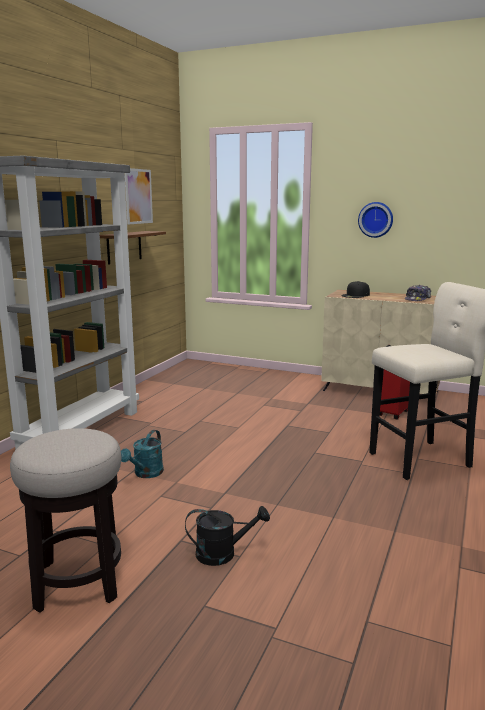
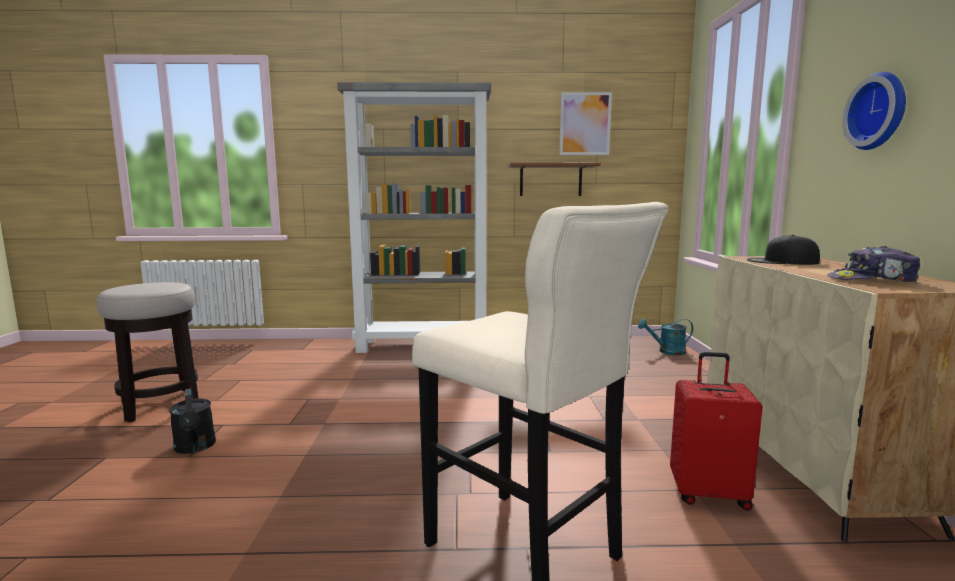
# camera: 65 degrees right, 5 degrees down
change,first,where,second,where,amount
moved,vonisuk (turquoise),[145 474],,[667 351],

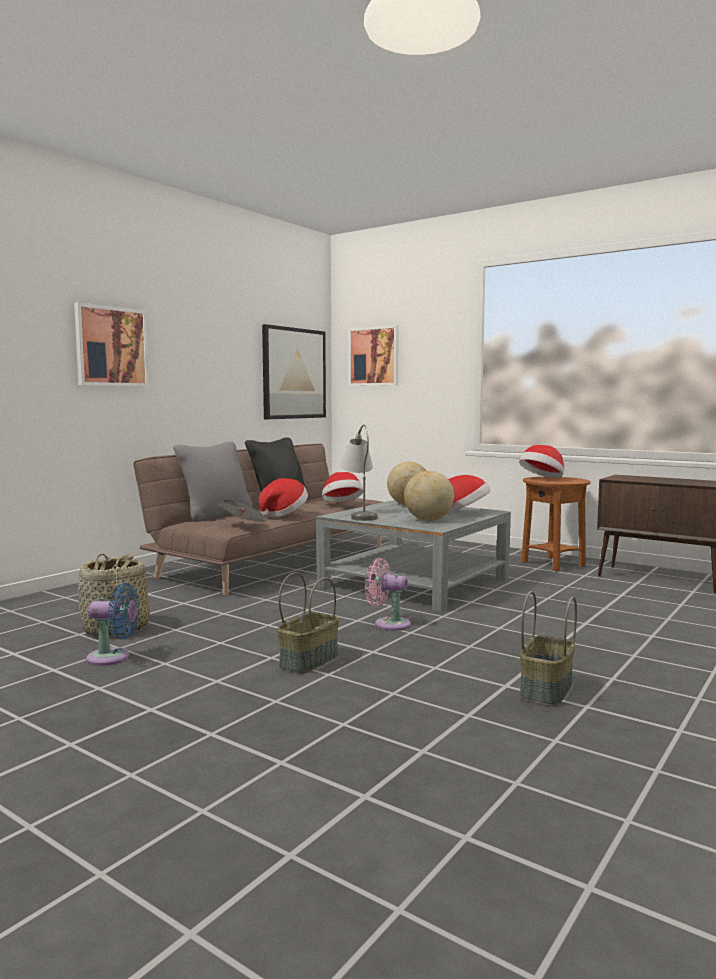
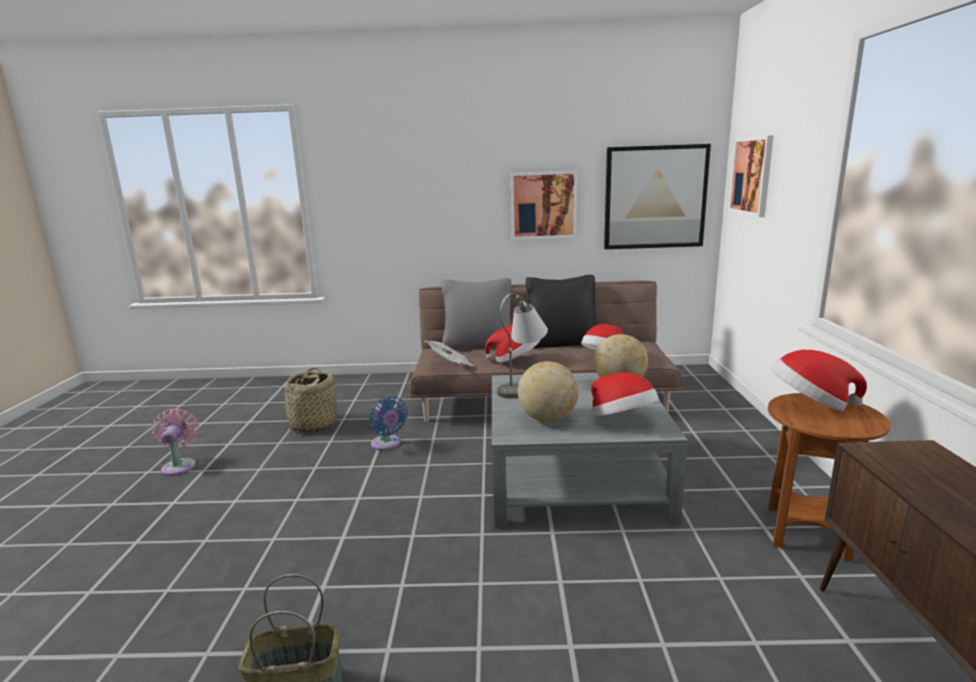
# camera: 55 degrees right, 10 degrees up
change,first,where,second,where,amount
removed,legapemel,[308 660],,,
moved,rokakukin,[111 346],,[543 205],
moved,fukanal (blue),[113 658],,[387 444],
moved,fukanal (pink),[388 624],,[180 465],

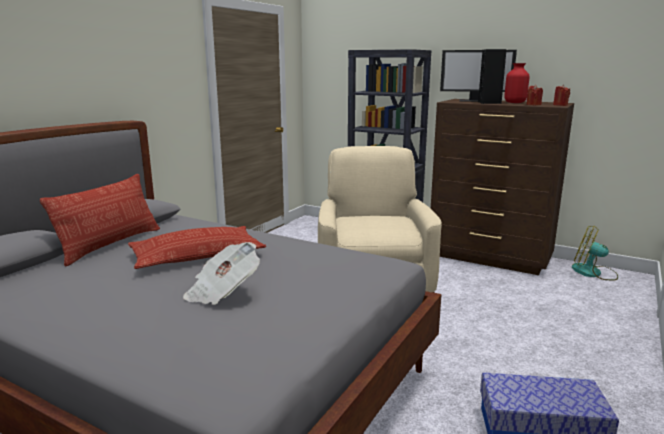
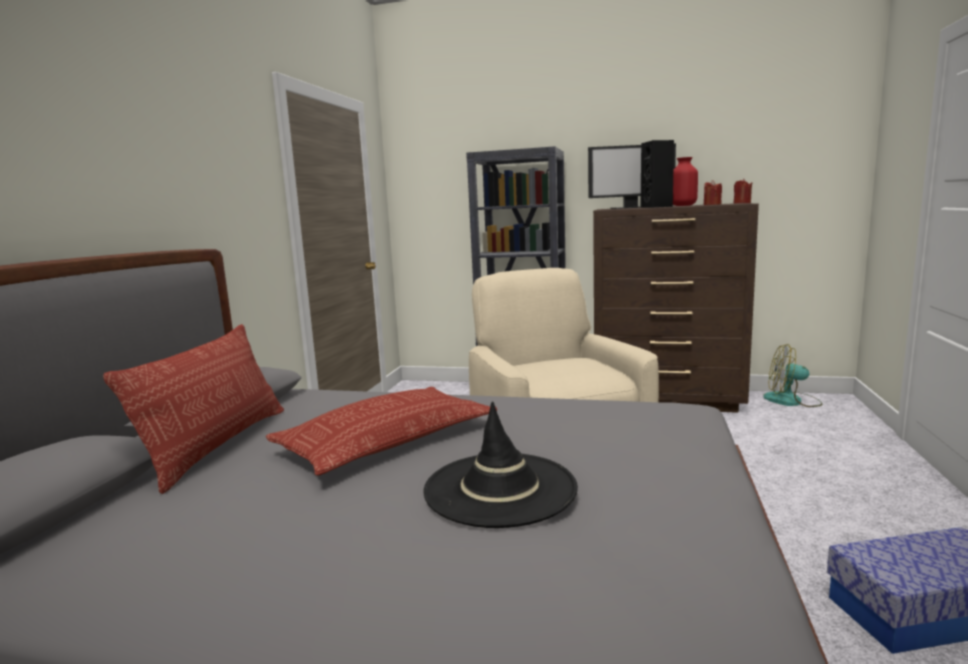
# camera: 15 degrees left, 5 degrees down
change,first,where,second,where,amount
replaced,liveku,[222 292],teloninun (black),[500 489],

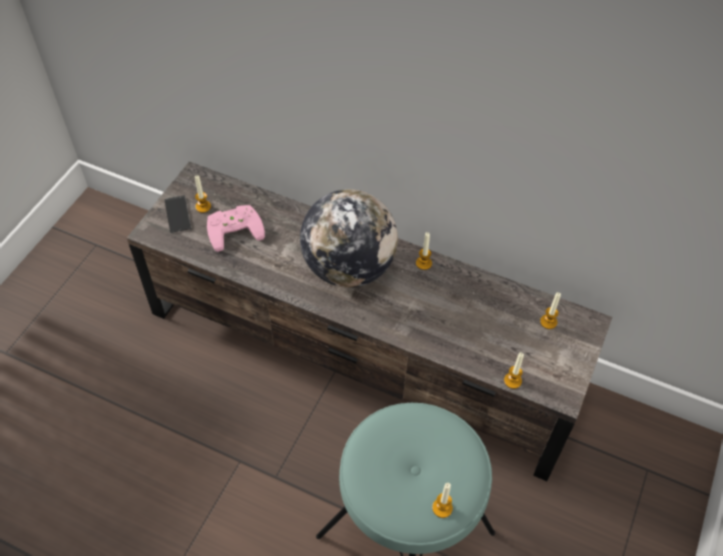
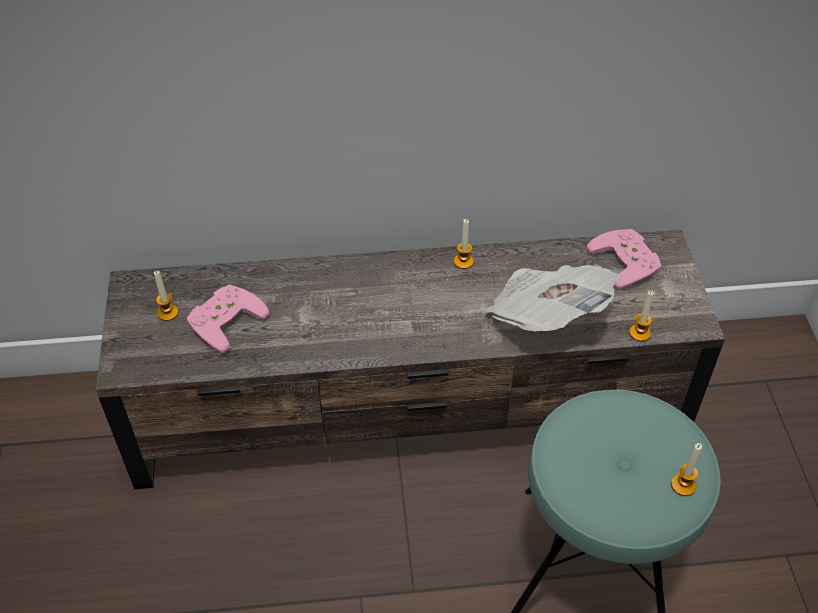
# camera: 30 degrees left, 5 degrees down
change,first,where,second,where,amount
removed,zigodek,[177 214],,,
removed,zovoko,[348 267],,,
added,,,liveku,[546 315],
replaced,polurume,[548 322],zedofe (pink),[628 261],

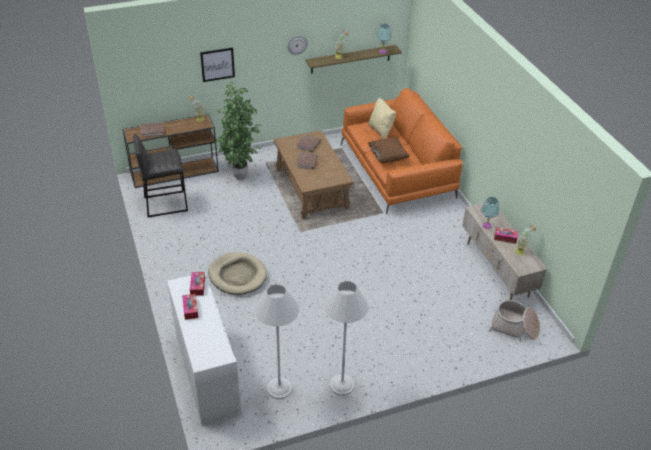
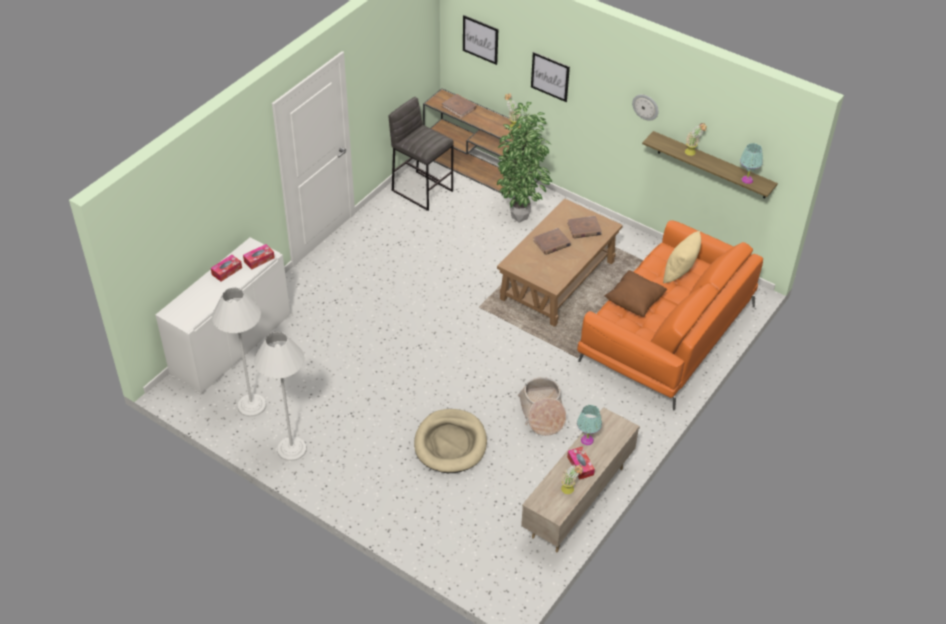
# camera: 55 degrees right, 5 degrees up
change,first,where,second,where,amount
added,,,rokakukin,[480 39],
moved,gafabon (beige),[237 275],,[450 443],
moved,legapemel,[514 327],,[542 413],

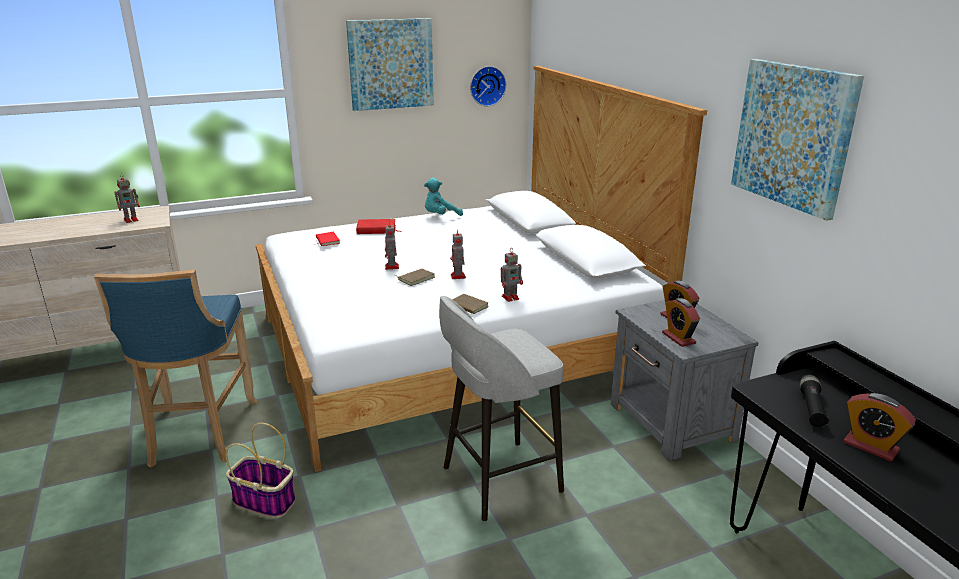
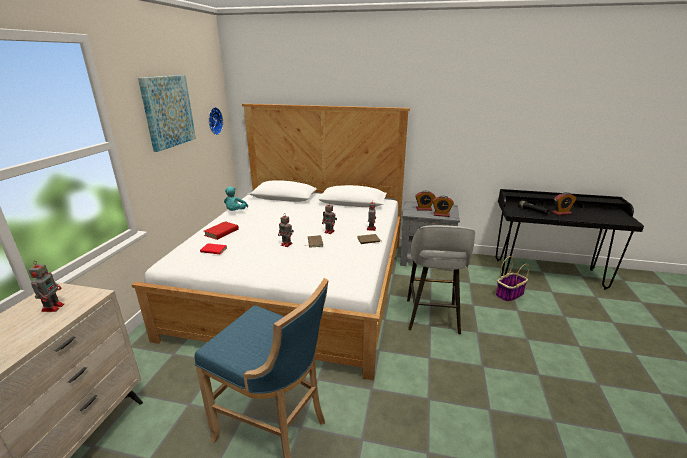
# camera: 55 degrees left, 0 degrees up
change,first,where,second,where,amount
removed,rokakukin,[793 136],,,
moved,legapemel,[265 501],,[509 294],

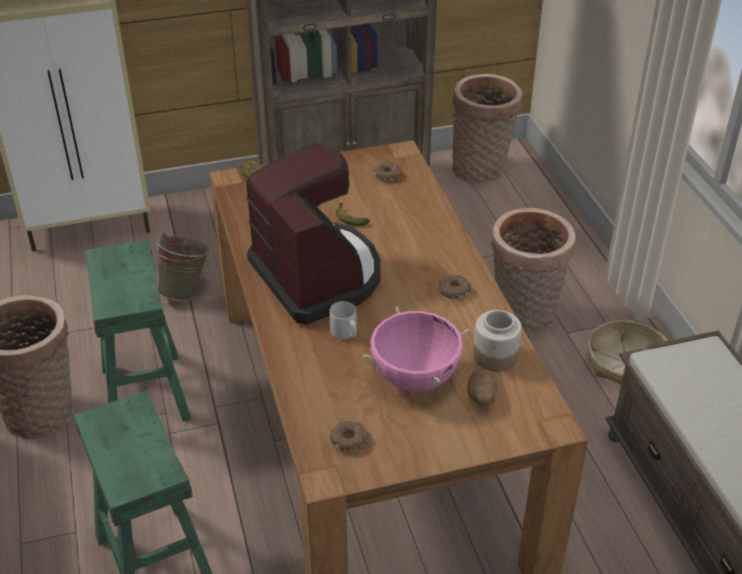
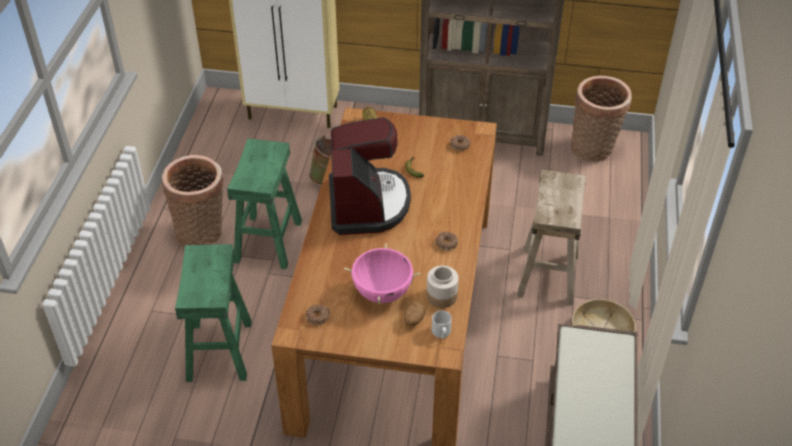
# camera: 25 degrees right, 5 degrees up
change,first,where,second,where,amount
moved,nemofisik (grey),[345 333],,[441 333],
replaced,legapemel,[523 317],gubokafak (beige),[548 274],

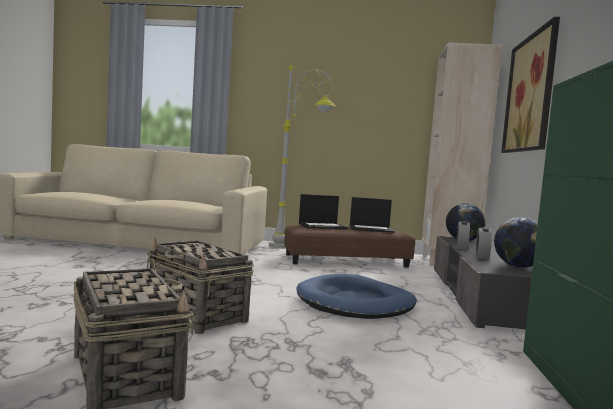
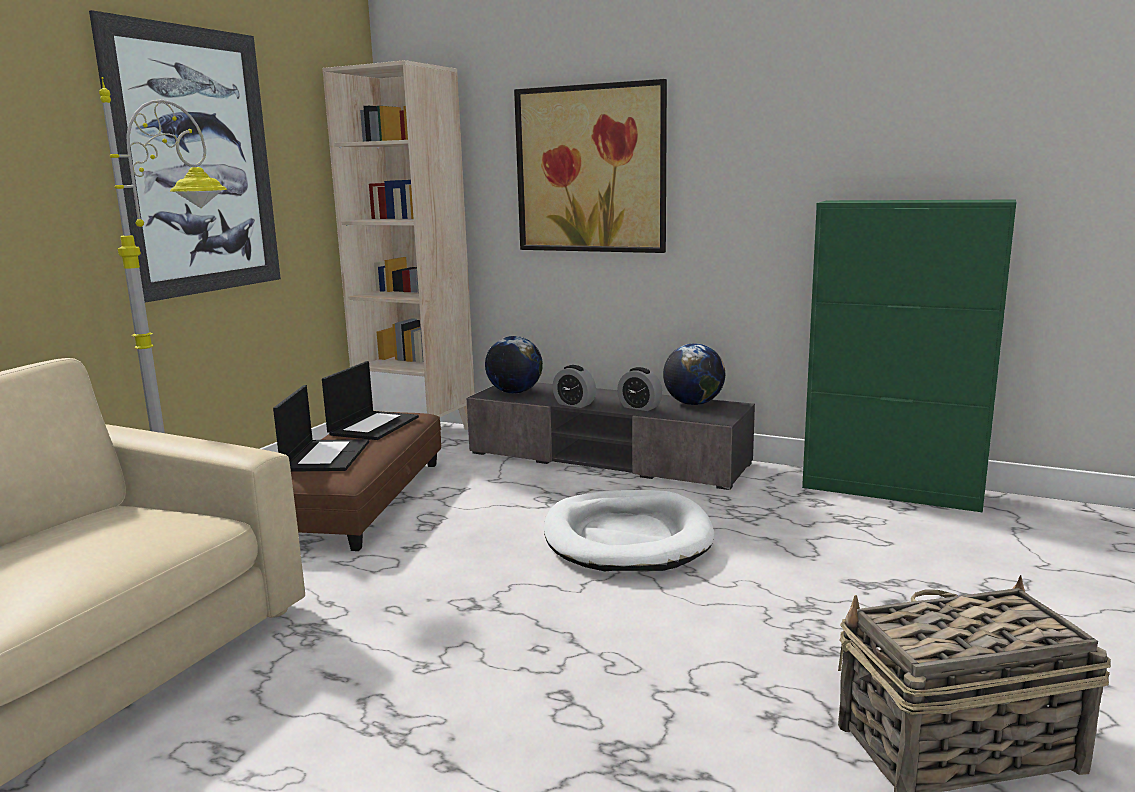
# camera: 70 degrees left, 10 degrees up
change,first,where,second,where,amount
removed,legapemel,[197 314],,,
added,,,rokakukin,[196 162],
recoloured,gafabon (blue),[356 303],gafabon (white),[627 538],

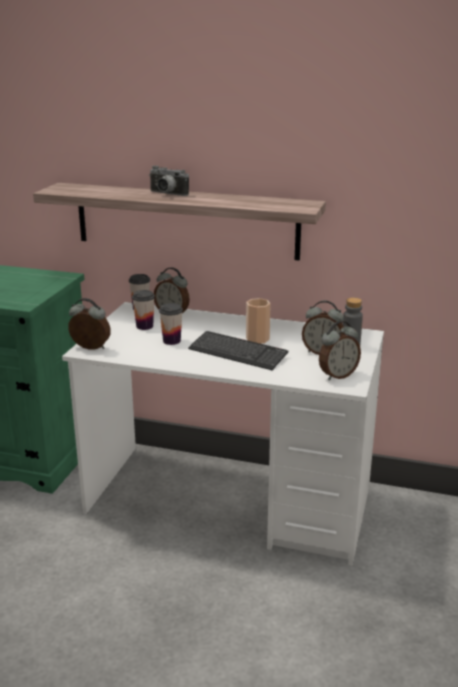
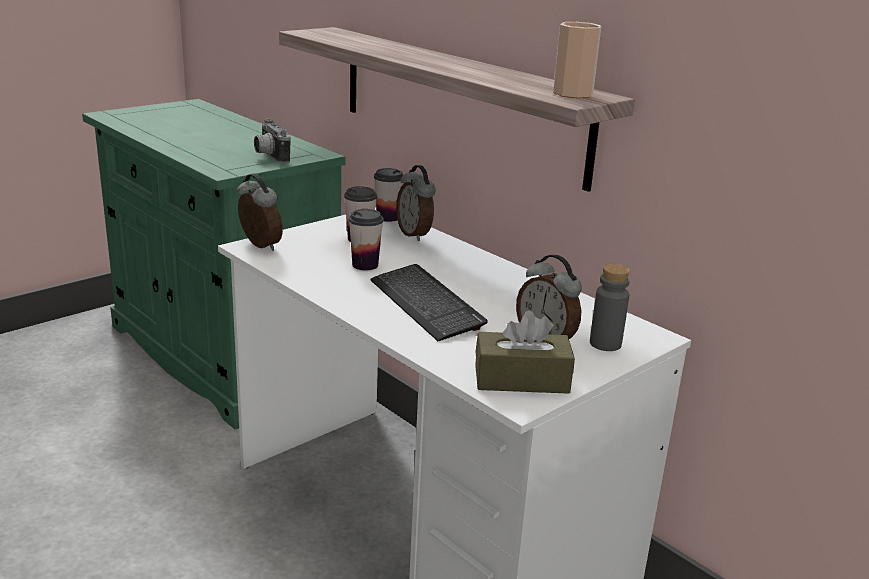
# camera: 30 degrees right, 0 degrees up
change,first,where,second,where,amount
moved,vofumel,[166 194],,[269 156],
moved,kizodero,[257 339],,[573 94],
replaced,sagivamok,[337 375],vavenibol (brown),[521 379],

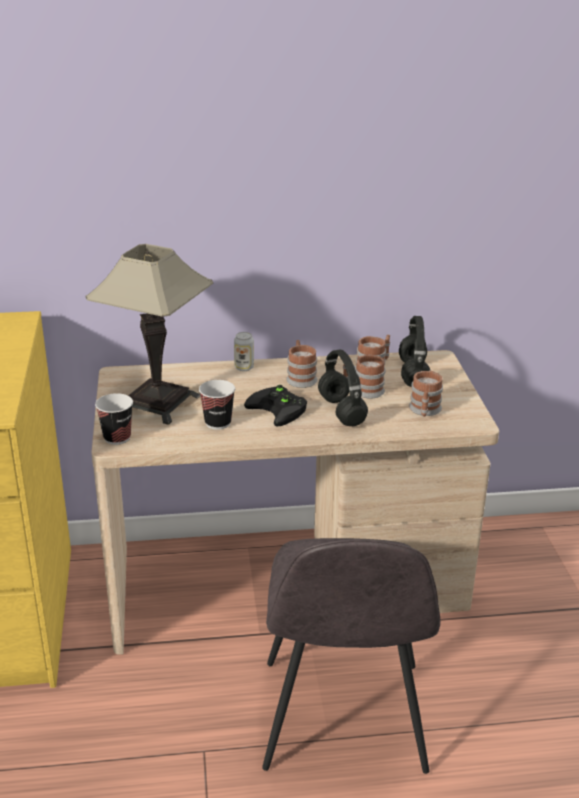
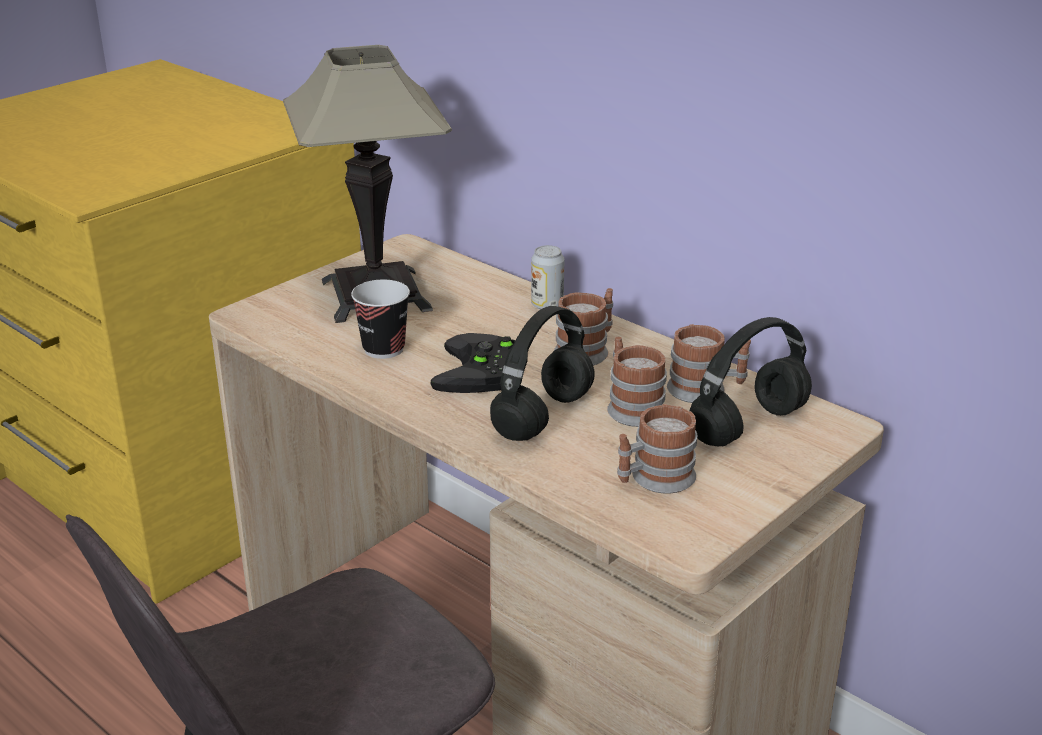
# camera: 50 degrees right, 0 degrees up
change,first,where,second,where,amount
removed,kizodero,[117 438],,,

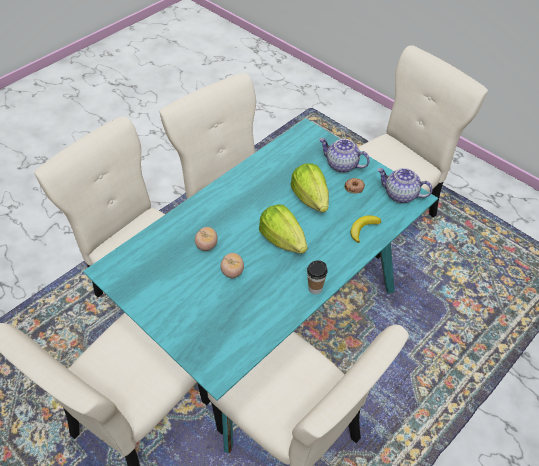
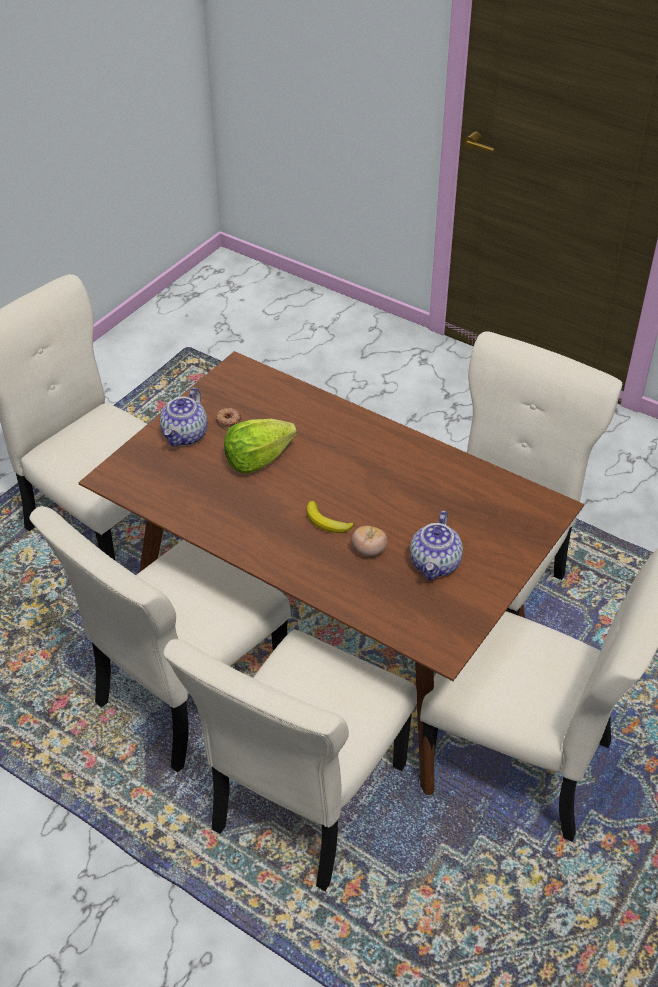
# camera: 100 degrees left, 5 degrees down
change,first,where,second,where,amount
removed,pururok,[232 272],,,
removed,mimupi,[283 240],,,
removed,kizodero,[315 288],,,
moved,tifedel,[363 229],,[326 522],
moved,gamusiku,[400 195],,[435 564],
recoloured,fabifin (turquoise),[269 325],fabifin (brown),[331 638],

